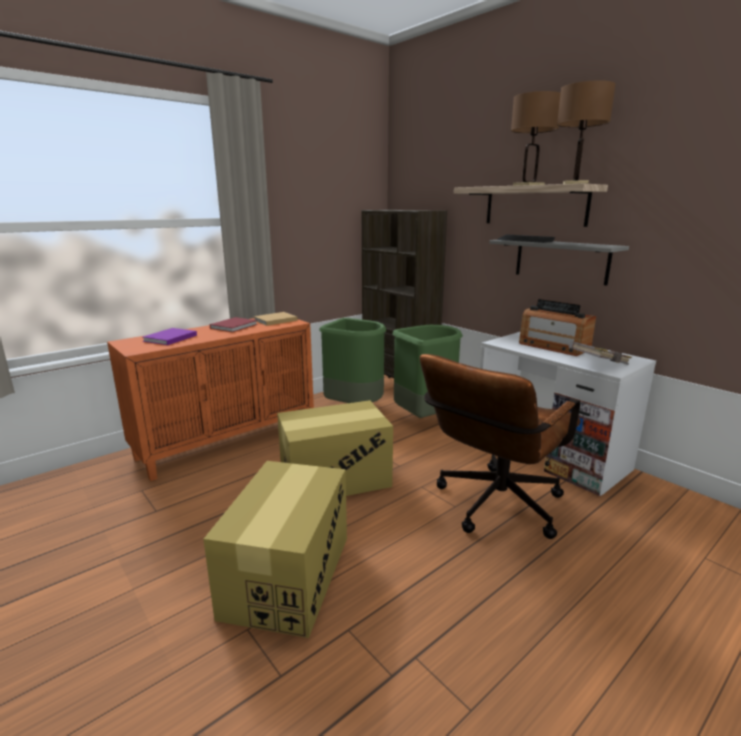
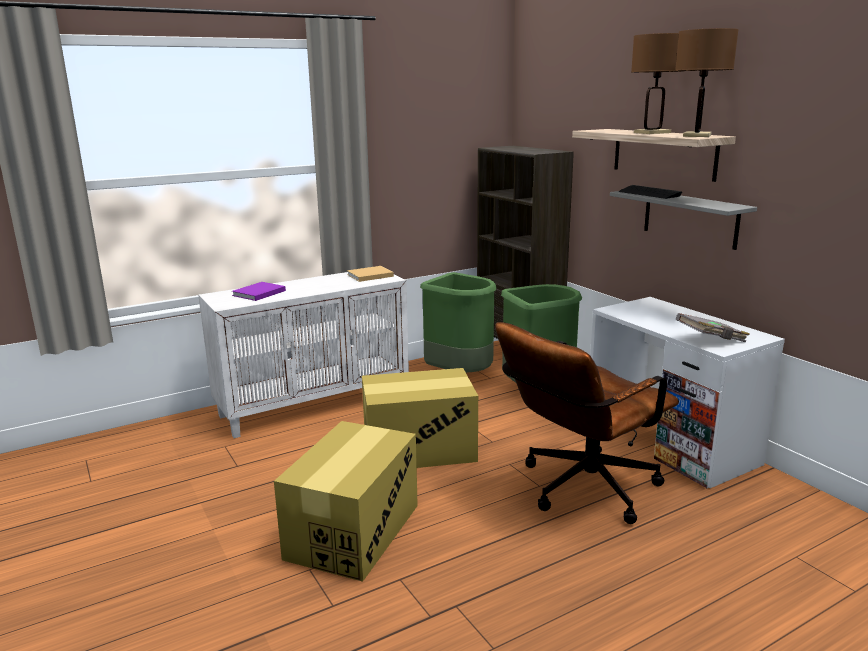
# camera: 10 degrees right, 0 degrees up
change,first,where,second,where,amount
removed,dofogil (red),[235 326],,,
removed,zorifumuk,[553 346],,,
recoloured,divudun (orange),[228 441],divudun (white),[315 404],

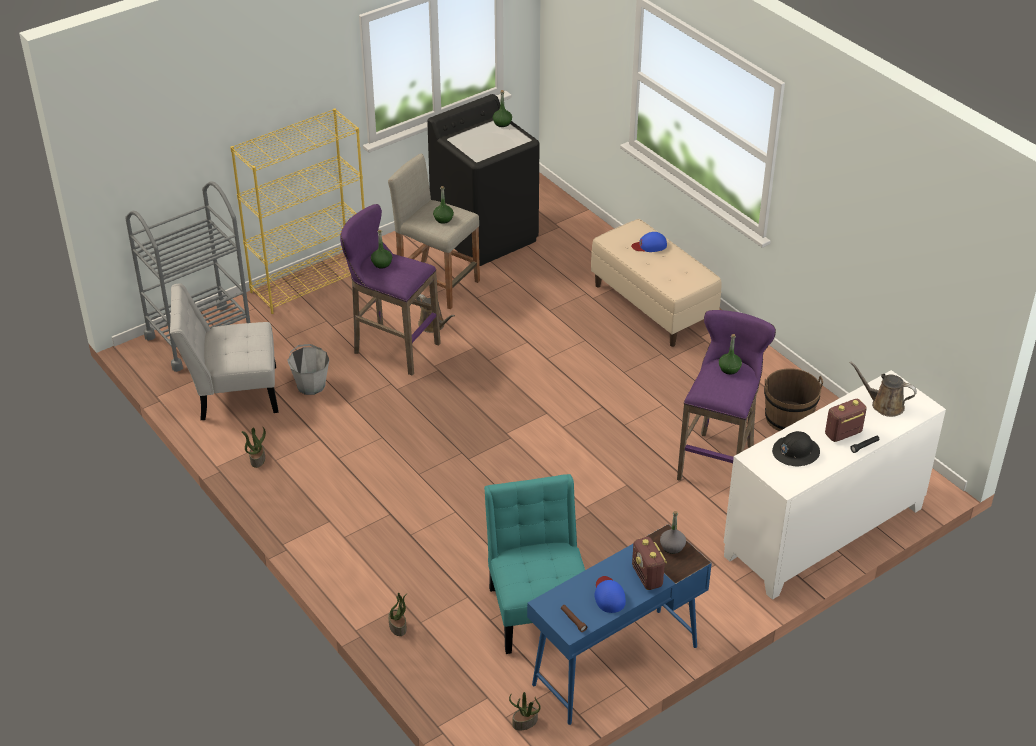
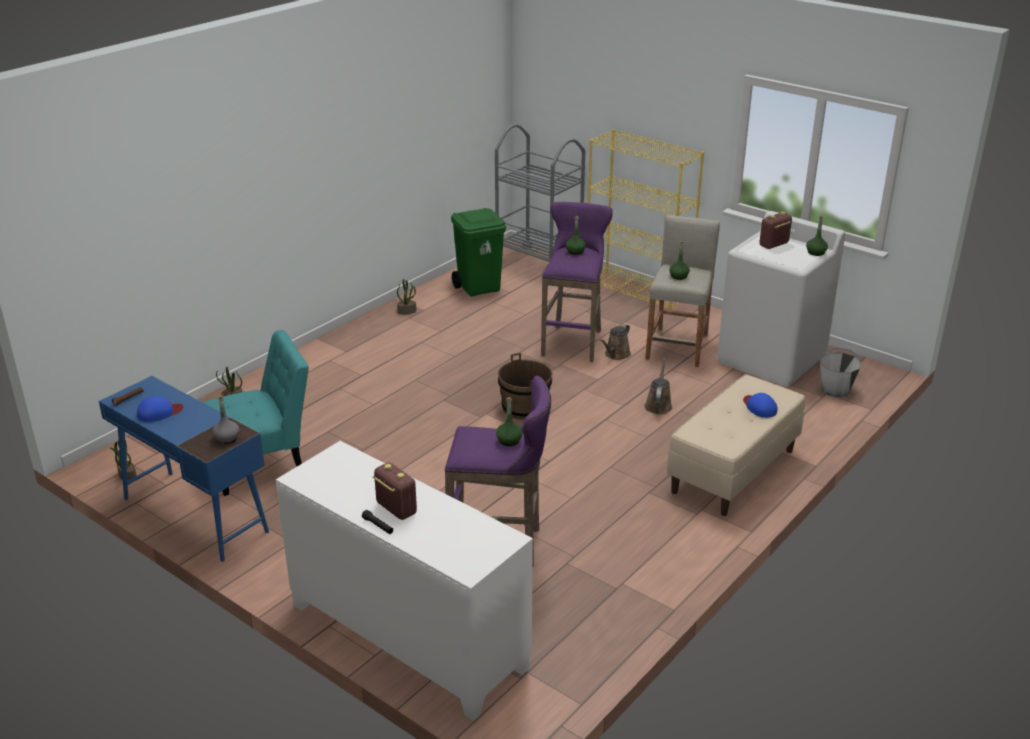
# camera: 75 degrees right, 10 degrees down
change,first,where,second,where,amount
removed,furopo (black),[795 452],,,
moved,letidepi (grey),[311 385],,[836 390],
moved,zorifumuk,[647 577],,[773 245],
moved,letidepi (brown),[788 418],,[525 408],
moved,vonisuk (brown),[884 405],,[658 405],
replaced,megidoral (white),[232 393],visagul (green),[479 288],
recoloured,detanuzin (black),[485 235],detanuzin (white),[771 359],

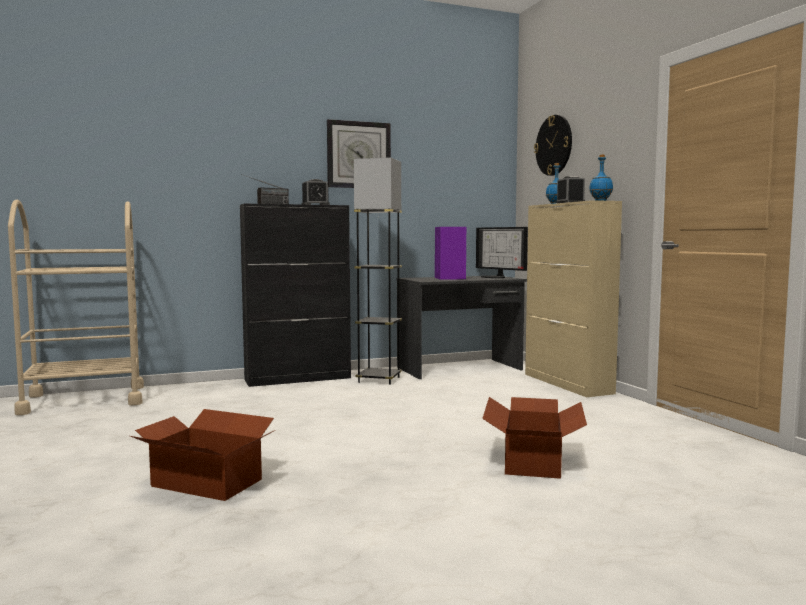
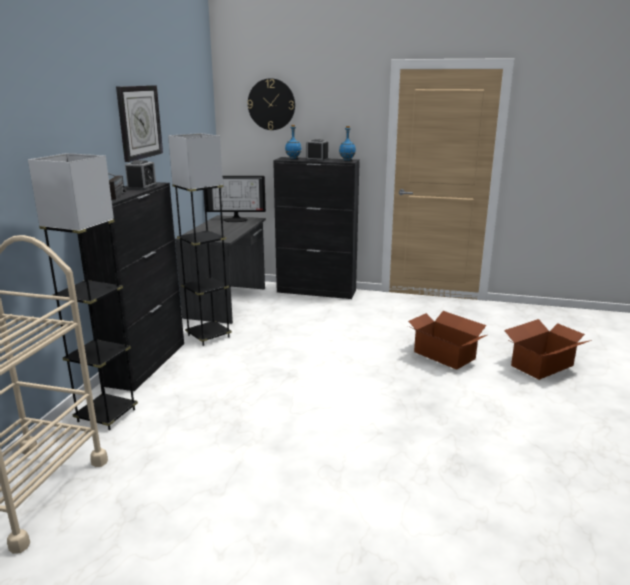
# camera: 55 degrees left, 15 degrees up
change,first,where,second,where,amount
removed,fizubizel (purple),[450 278],,,
added,,,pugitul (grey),[106 415],
moved,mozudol,[207 482],,[541 365],
recoloured,divudun (beige),[567 383],divudun (black),[316 291],

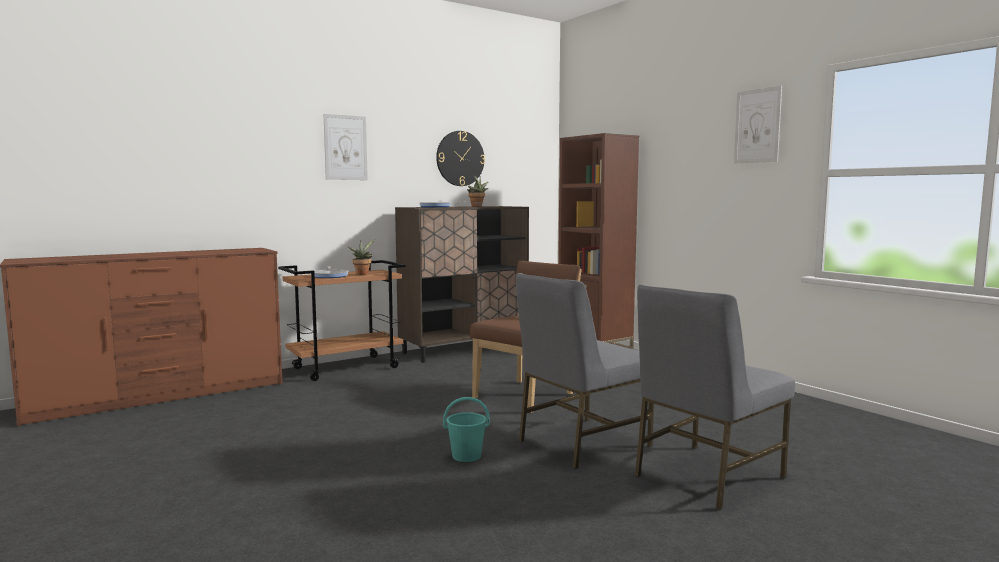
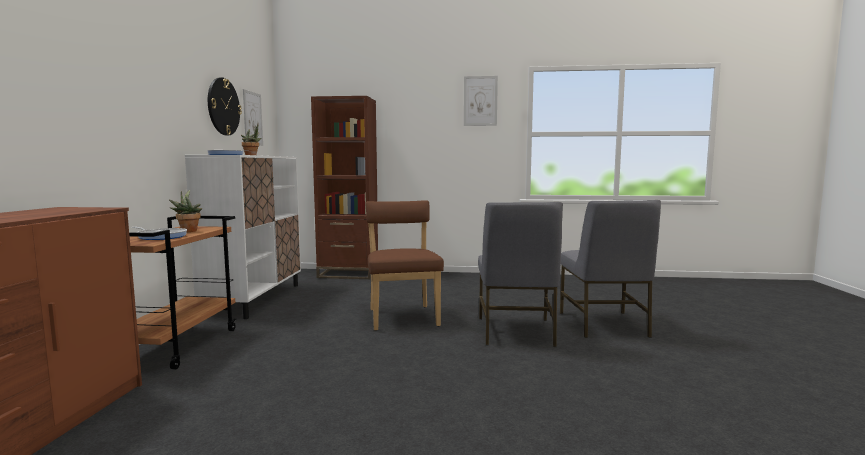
# camera: 50 degrees left, 0 degrees up
change,first,where,second,where,amount
removed,letidepi (turquoise),[467 456],,,
moved,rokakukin,[345 147],,[252 118],
recoloured,divudun (brown),[465 349],divudun (white),[255 299],

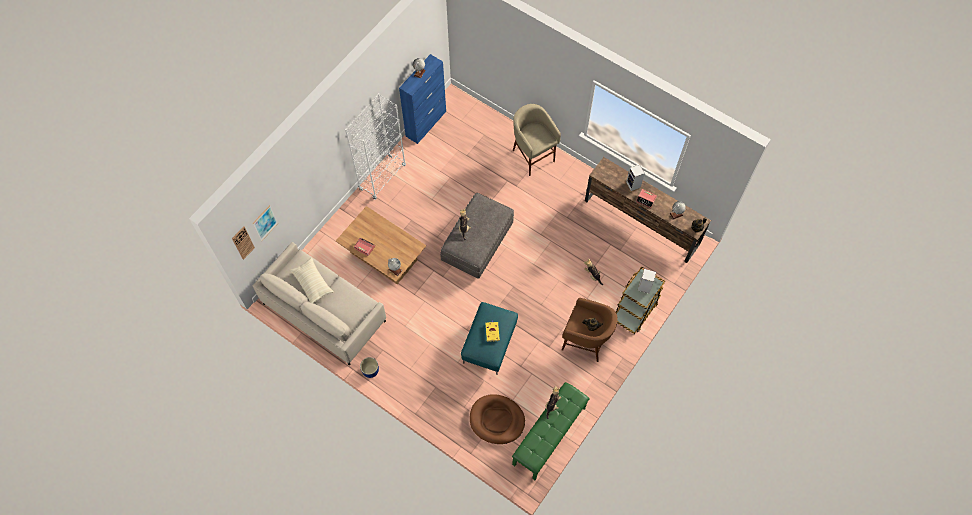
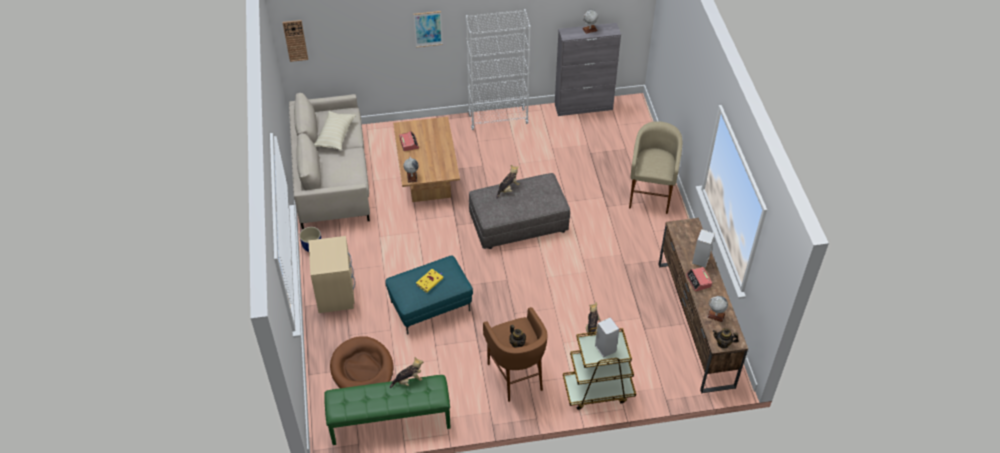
# camera: 45 degrees right, 15 degrees down
change,first,where,second,where,amount
added,,,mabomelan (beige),[336 293],
moved,rokakukin,[265 223],,[428 29],
recoloured,divudun (blue),[426 123],divudun (grey),[584 107],

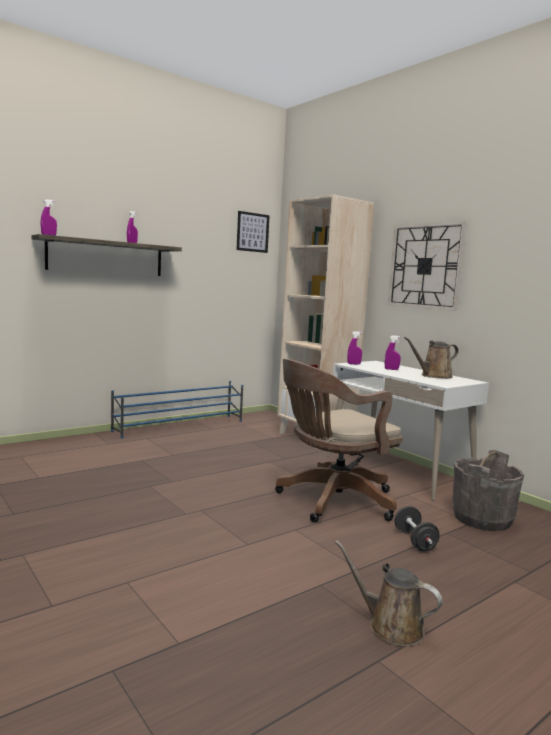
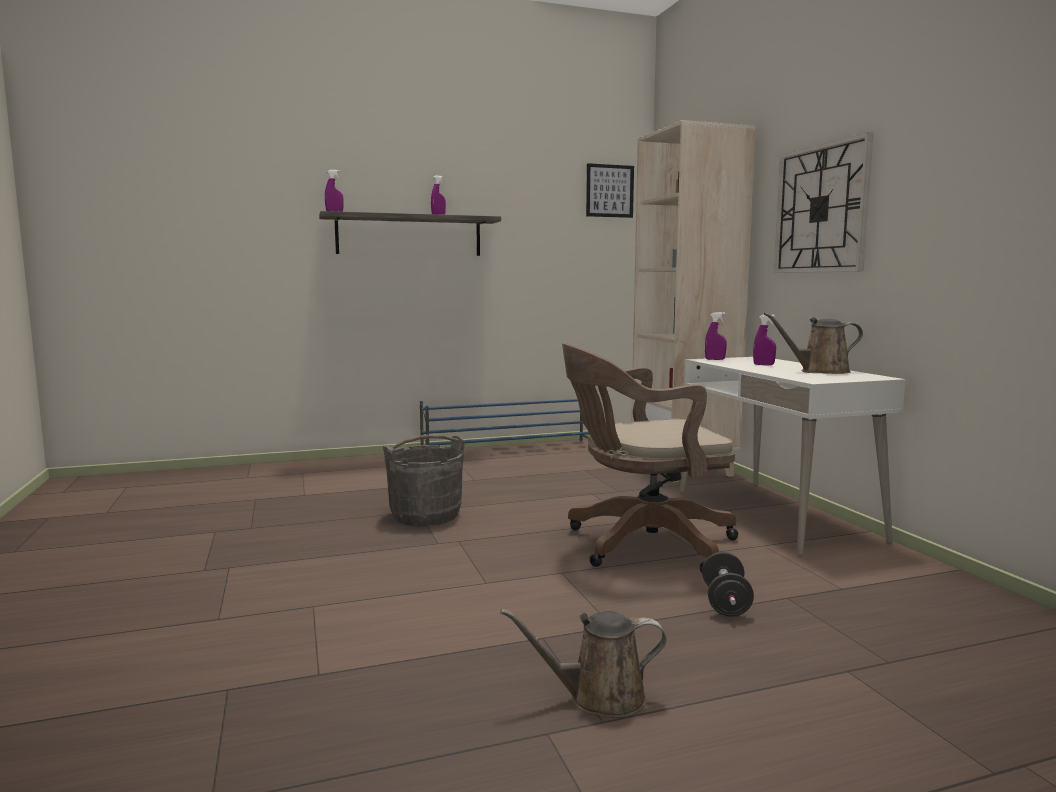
# camera: 20 degrees right, 0 degrees up
change,first,where,second,where,amount
moved,letidepi (grey),[482 519],,[426 515],
turned,vonisuk (brown),[390 626],,[599 697],60 degrees counterclockwise

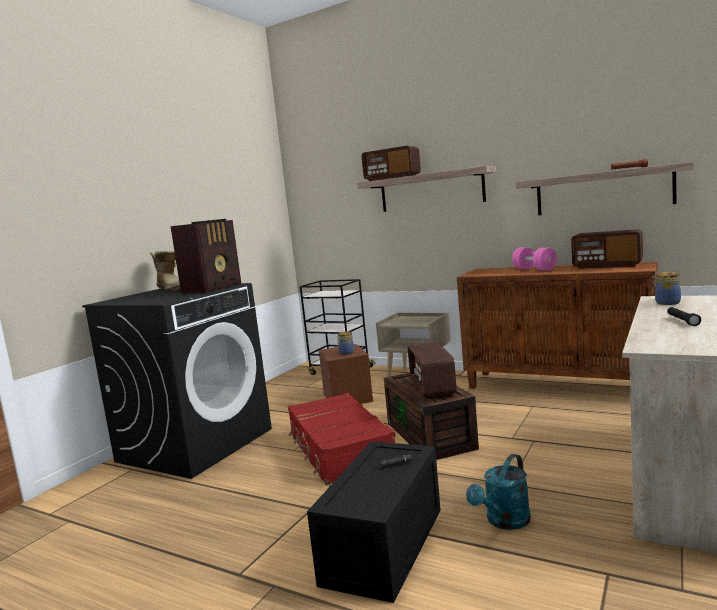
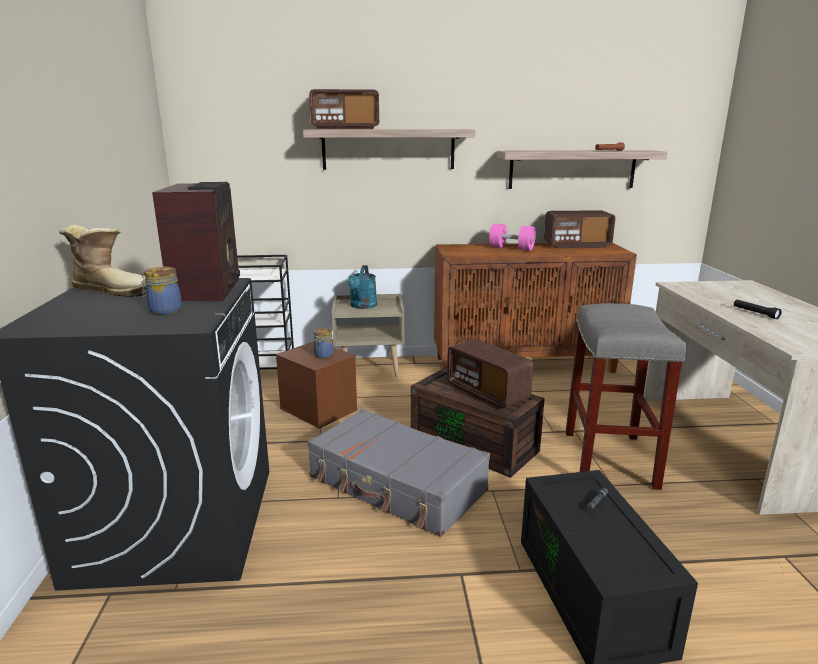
# camera: 35 degrees left, 10 degrees up
change,first,where,second,where,amount
added,,,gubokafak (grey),[608 458],
moved,vonisuk (turquoise),[504 522],,[362 306],
moved,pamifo,[666 303],,[164 311],
recoloured,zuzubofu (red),[339 450],zuzubofu (grey),[396 485],

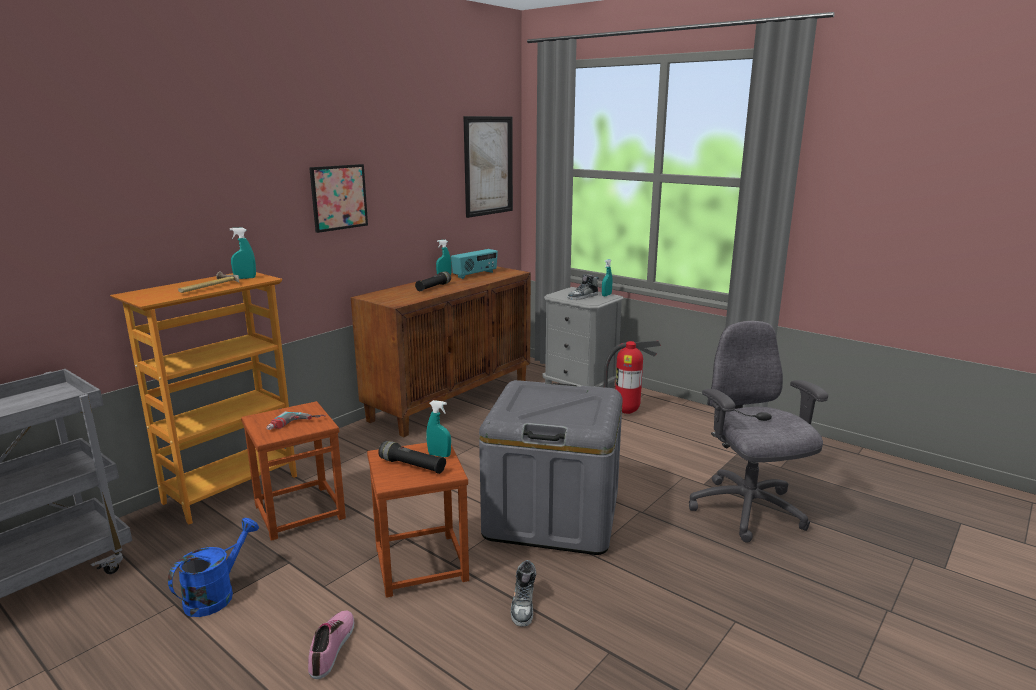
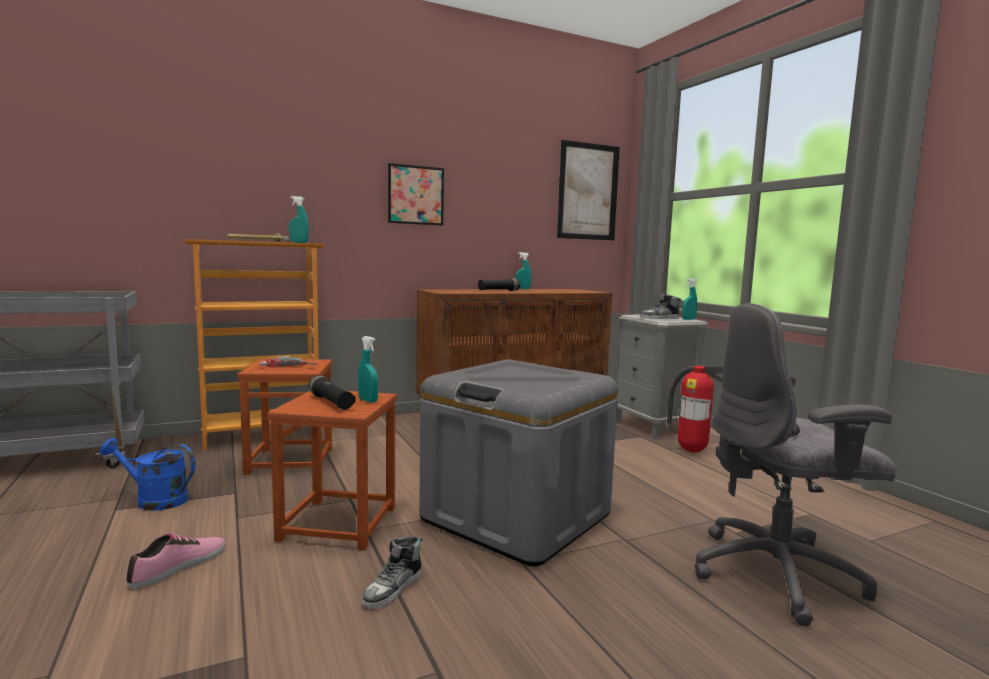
# camera: 25 degrees right, 10 degrees down
change,first,where,second,where,amount
removed,zorifumuk,[475 275],,,
turned,vonisuk (blue),[216 594],,[154 500],135 degrees counterclockwise
turned,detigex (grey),[747 511],,[778 575],105 degrees counterclockwise

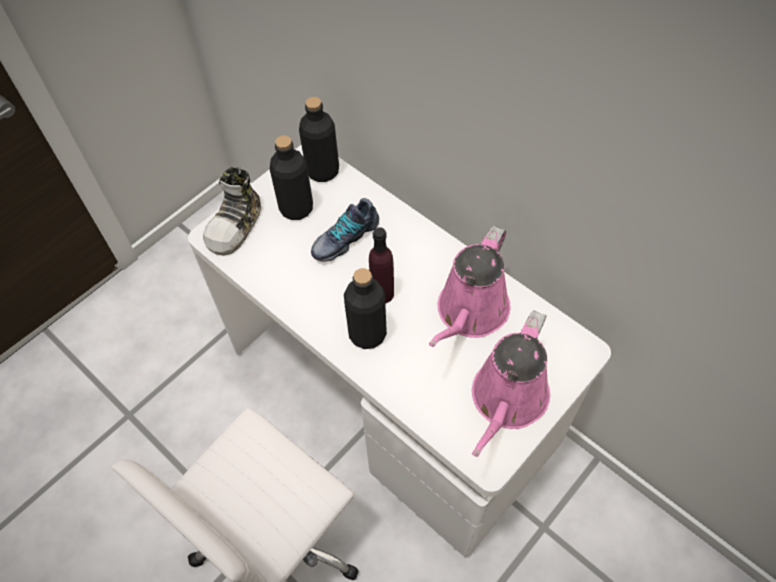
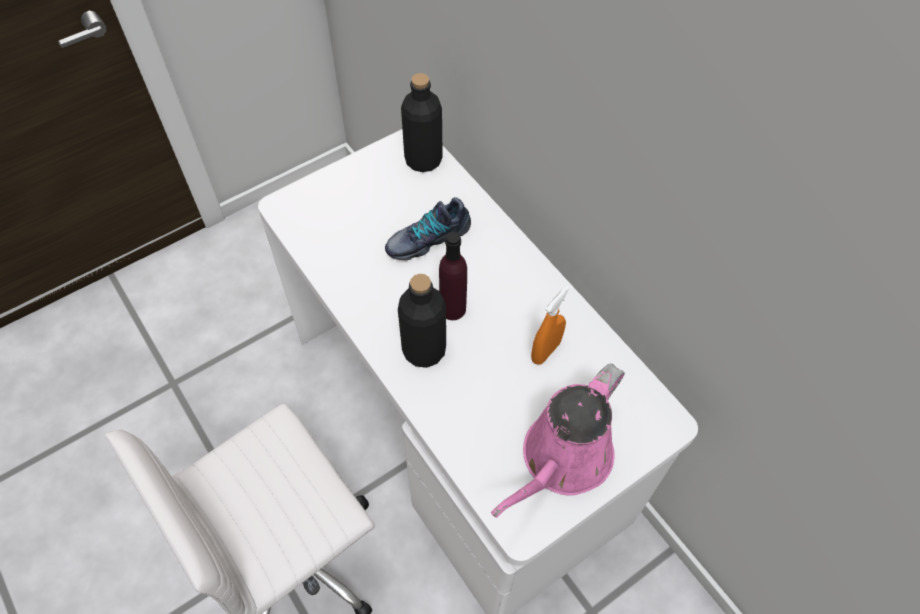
# camera: 10 degrees right, 0 degrees up
change,first,where,second,where,amount
removed,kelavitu,[236 225],,,
removed,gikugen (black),[296 208],,,
replaced,vonisuk (pink),[470 313],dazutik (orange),[545 351],

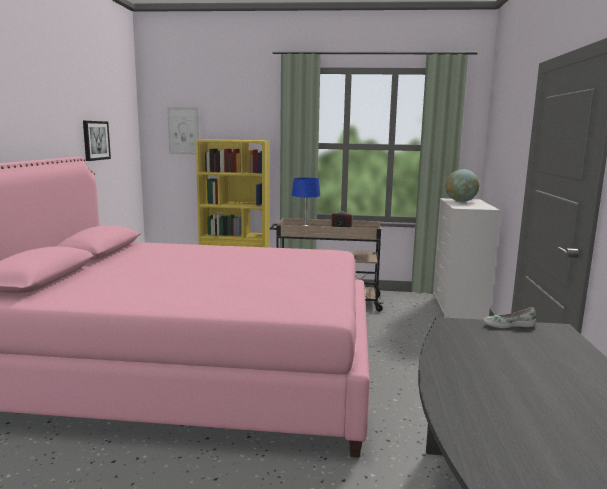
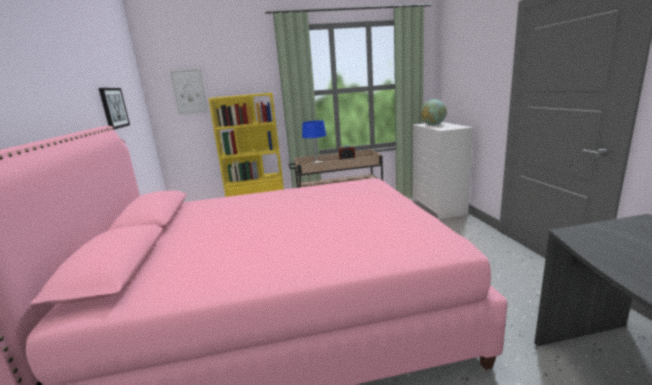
# camera: 15 degrees left, 5 degrees up
change,first,where,second,where,amount
removed,kelavitu (white),[508 325],,,

